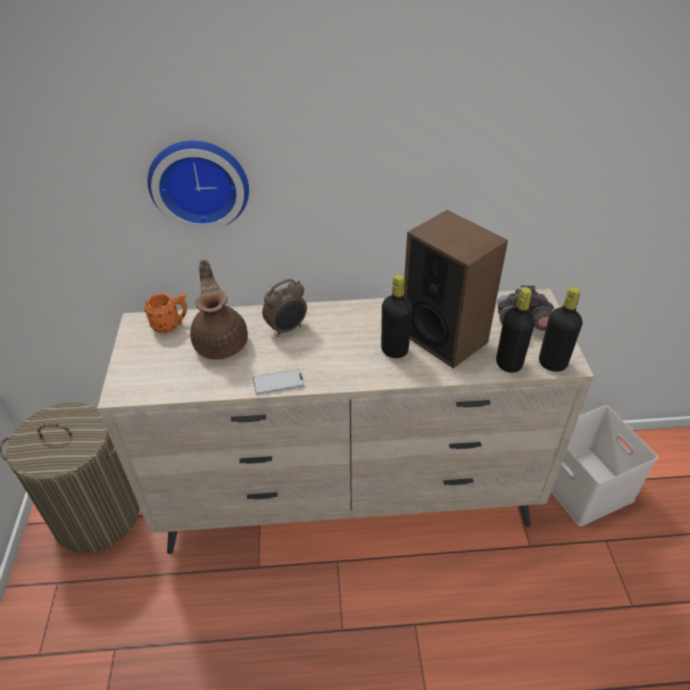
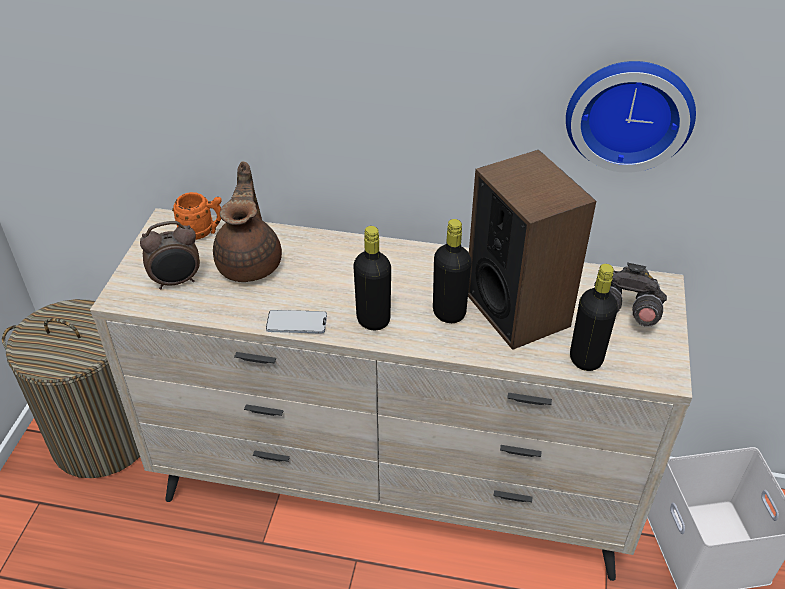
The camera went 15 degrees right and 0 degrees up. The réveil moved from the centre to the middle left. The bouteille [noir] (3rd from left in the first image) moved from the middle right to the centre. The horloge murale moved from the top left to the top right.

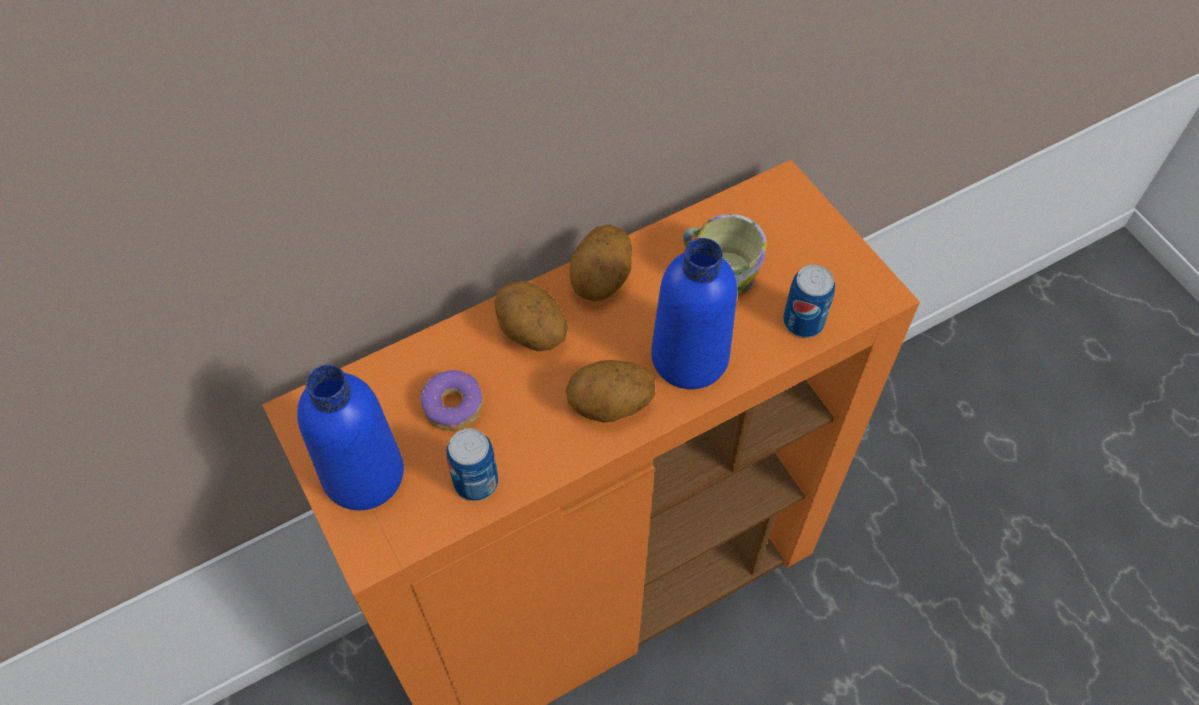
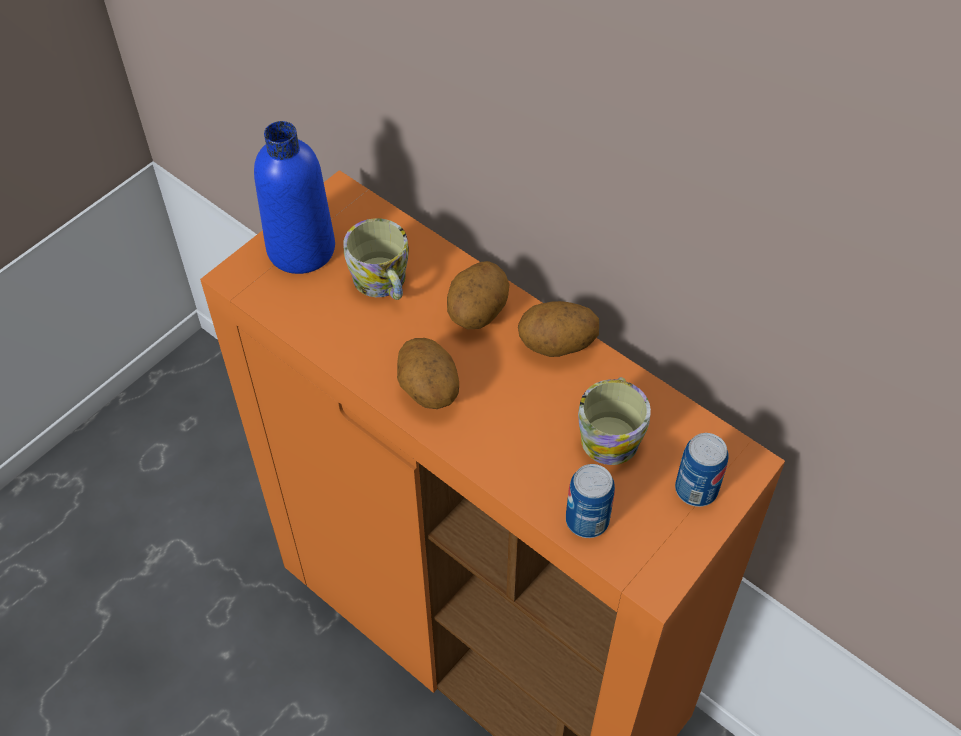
The camera went 70 degrees right and 5 degrees down. The beignet at the centre was replaced by the mug (1st from left) at the centre. The boîte métallique (1st from left in the first image) moved from the centre to the middle right. The bouteille [bleu] (2nd from left) at the centre disappeared.

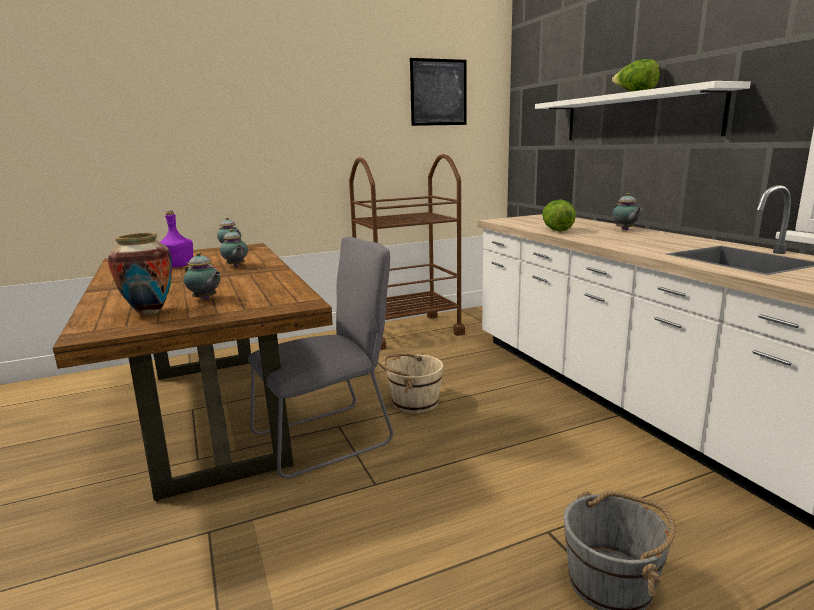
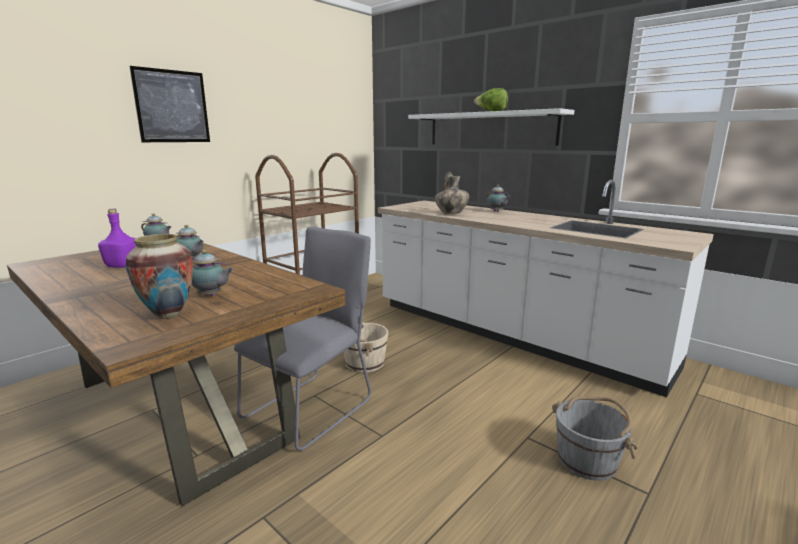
The camera went 25 degrees left and 0 degrees up. The tableau moved from the top centre to the top left. The laitue (1st from left) at the middle right was replaced by the vase (2nd from left) at the centre.

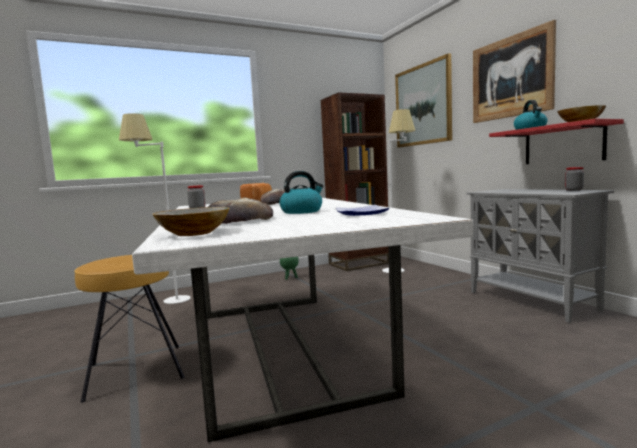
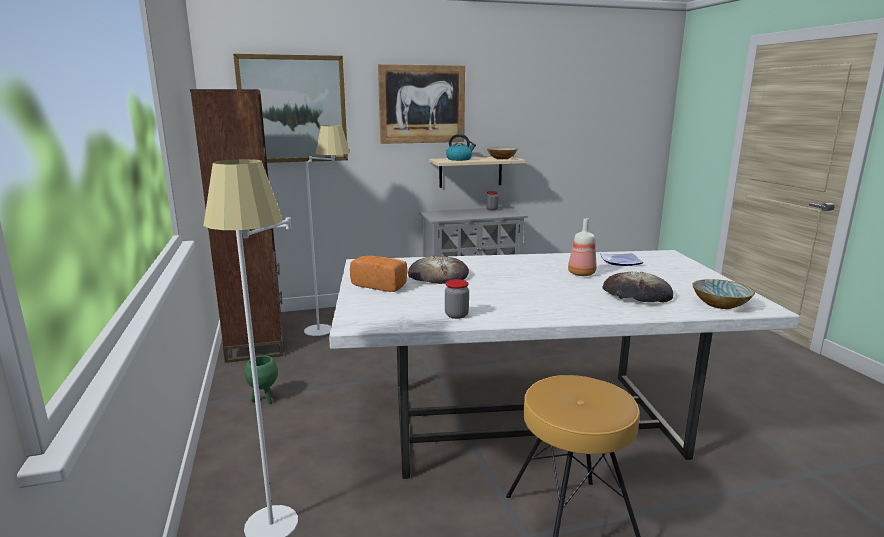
The camera went 80 degrees left and 10 degrees up. The étagère [rouge] at the top right became the étagère [beige] at the top centre. The bouilloire (1st from left) at the centre was replaced by the bouteille at the centre.

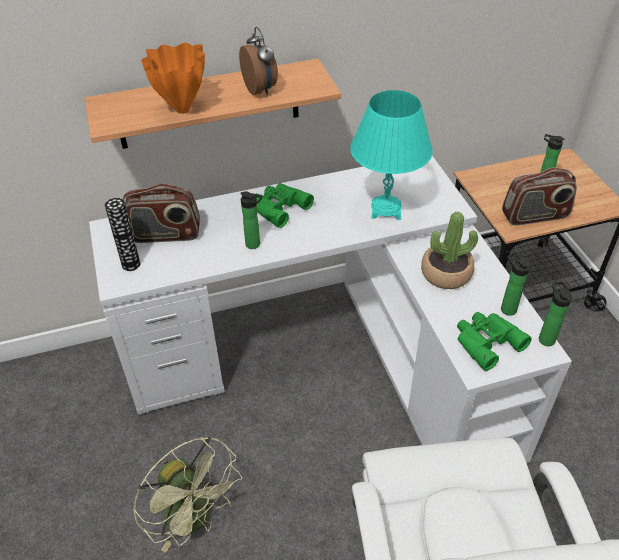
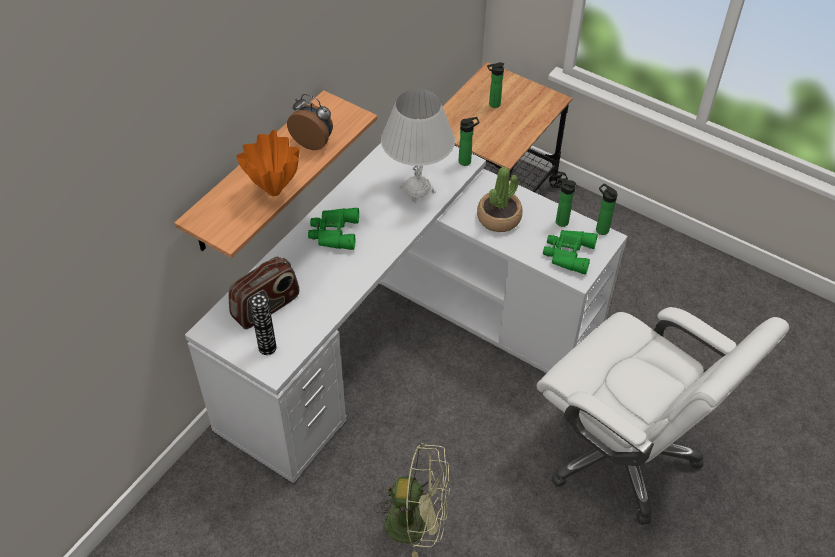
The camera went 40 degrees left and 5 degrees up. The lampe de table [turquoise] at the top centre became the lampe de table [blanc] at the top centre. The bouteille (1st from left) moved from the centre to the top centre. The radio (2nd from left) at the middle right disappeared.

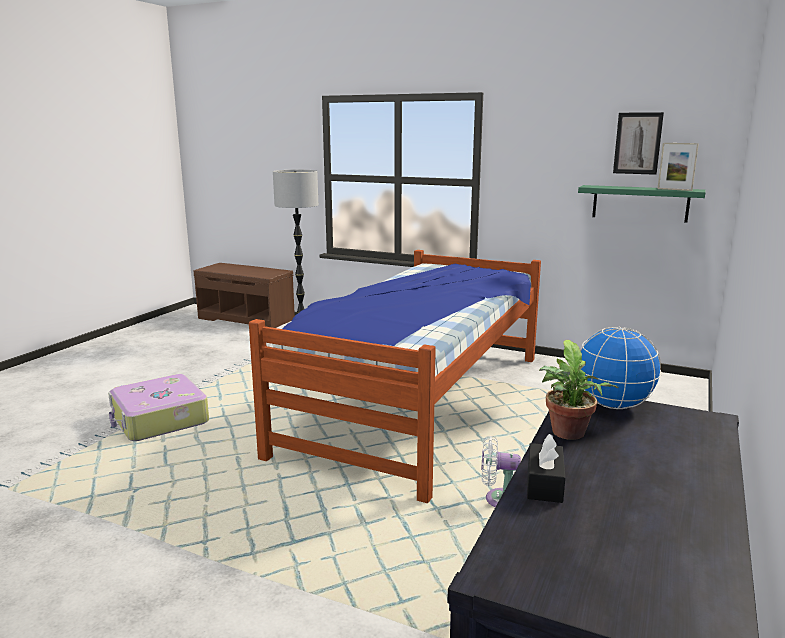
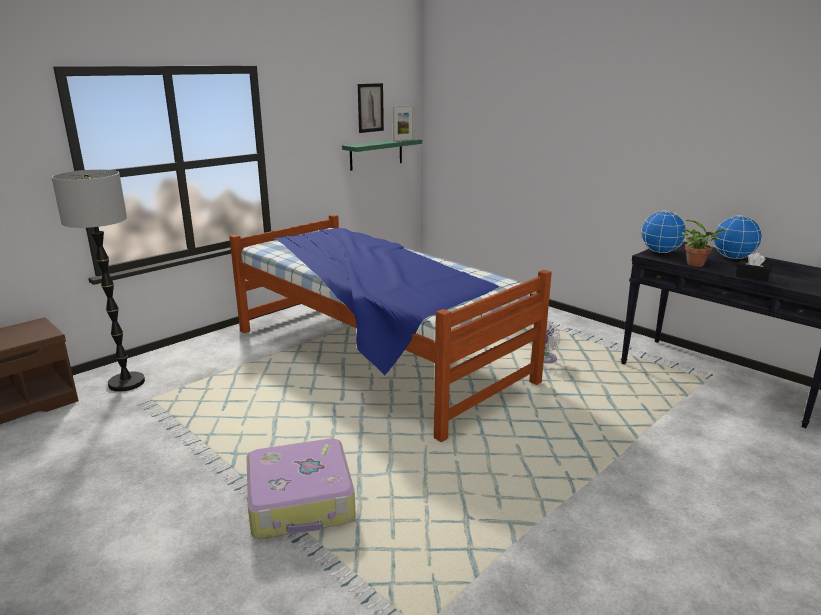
The camera went 70 degrees left and 5 degrees up. The globe (2nd from left) at the middle right appeared.

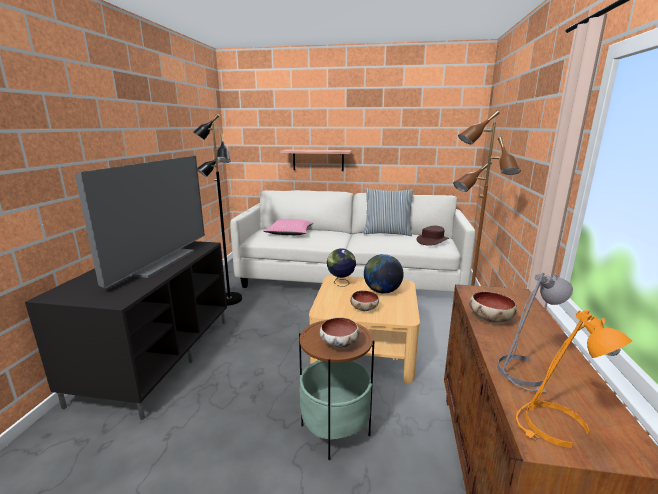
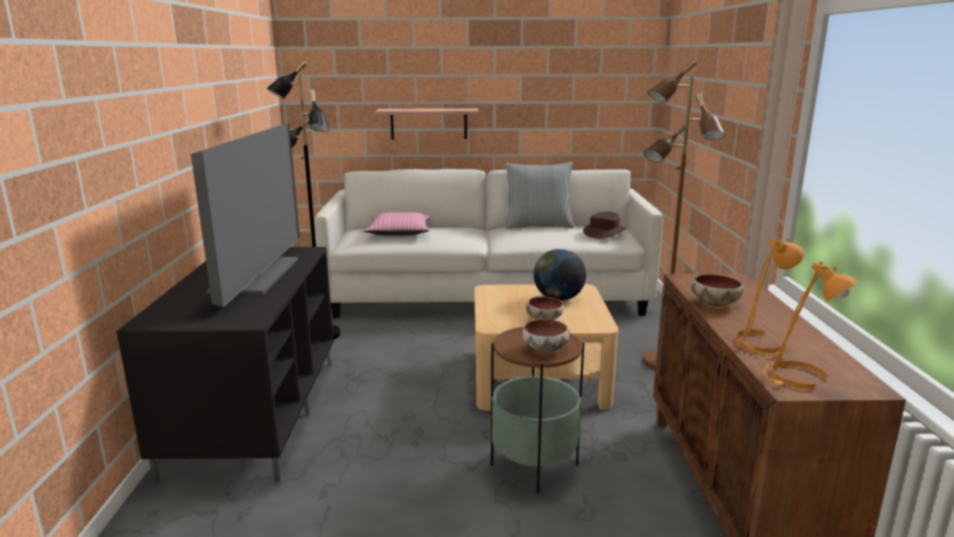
The camera went 10 degrees left and 0 degrees up. The lampe de table [gris] at the bottom right became the lampe de table [orange] (1st from left) at the middle right. The globe (1st from left) at the centre disappeared.

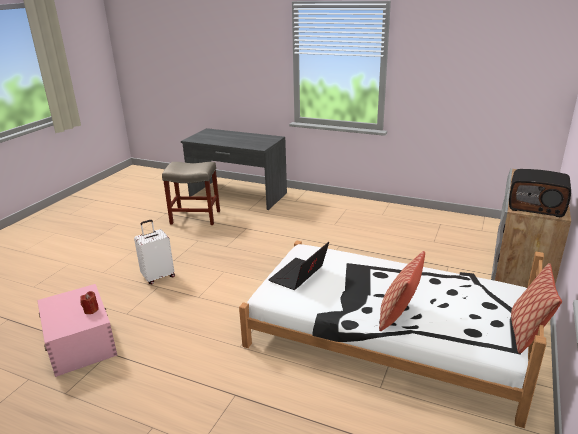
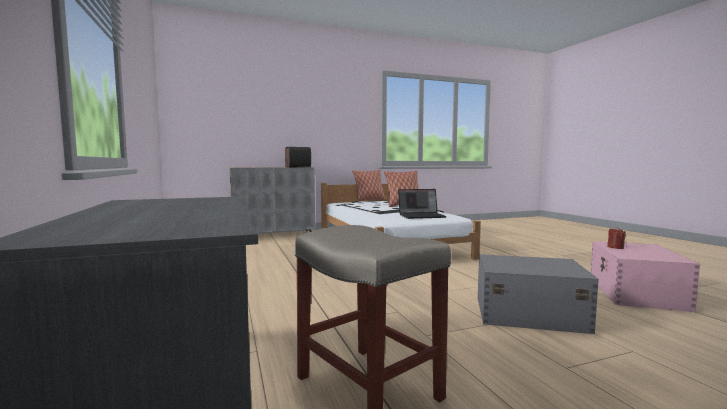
The camera went 135 degrees left and 20 degrees down. The valise [blanc] at the middle left was replaced by the boîte de rangement [gris] at the bottom right.

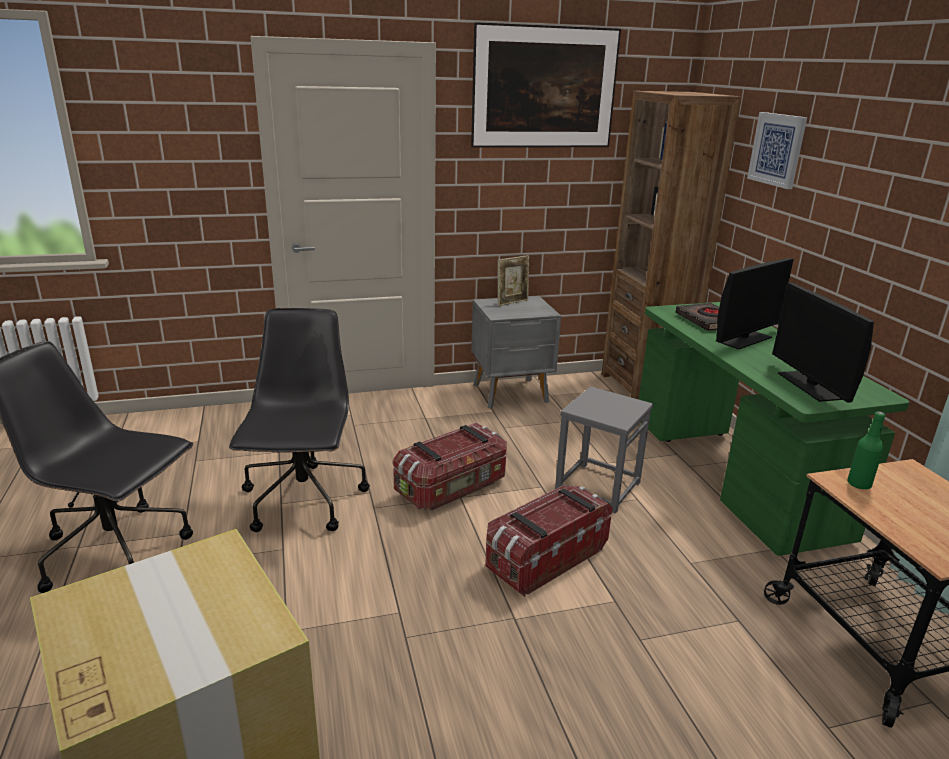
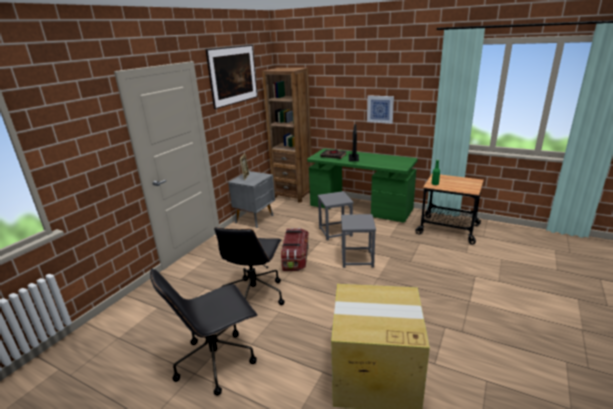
The camera went 45 degrees left and 0 degrees up. The chaise de bureau [noir] (2nd from left) at the middle left turned 120 degrees counterclockwise. The boîte de rangement (2nd from left) at the bottom centre was replaced by the tabouret [gris] (2nd from left) at the centre. The tableau (2nd from left) moved from the top right to the top centre. The écran d'ordinateur (2nd from left) at the middle right disappeared.

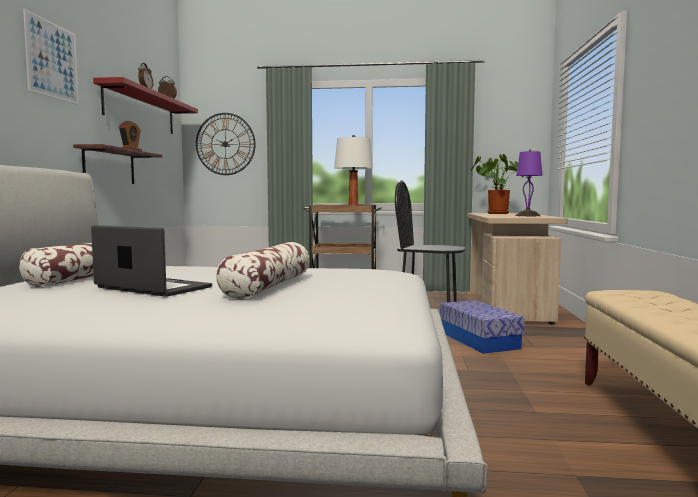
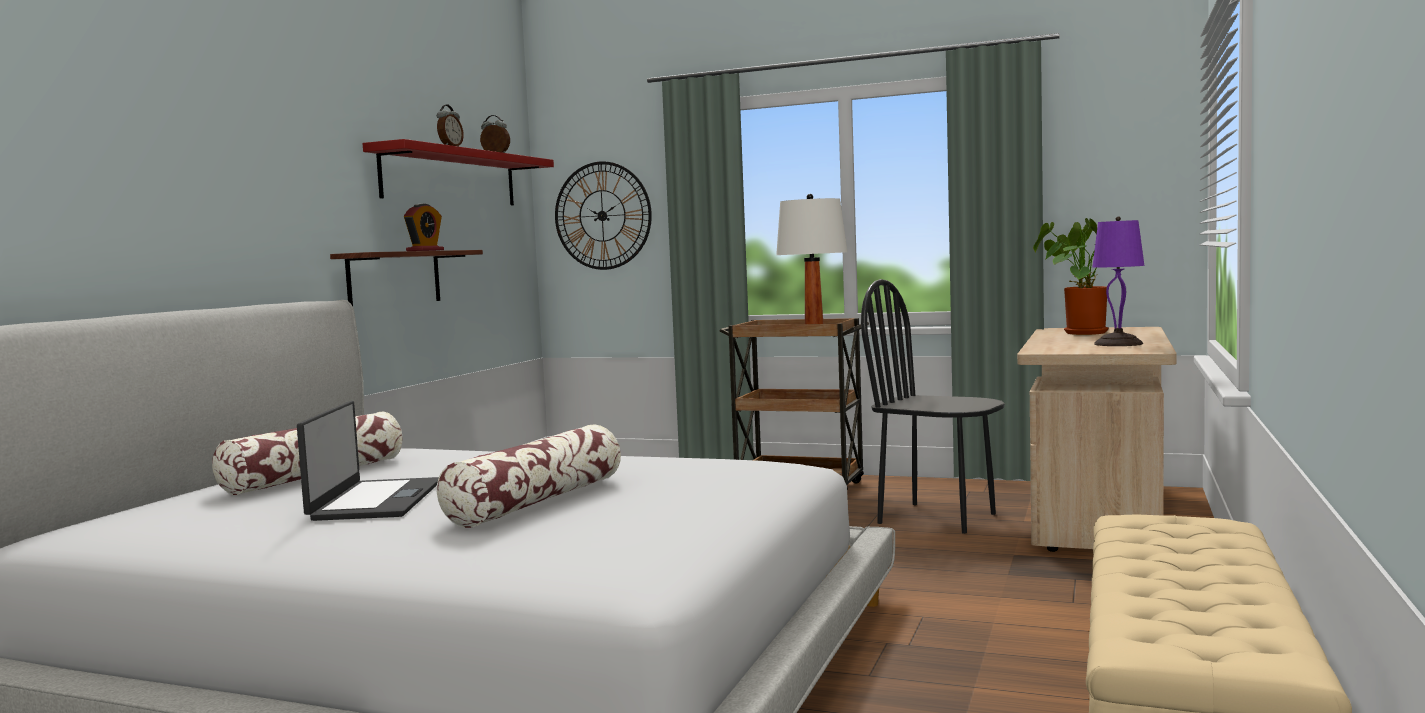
The camera went 15 degrees right and 0 degrees up. The ordinateur portable at the middle left turned 45 degrees clockwise. The tableau at the top left disappeared. The boîte de rangement at the middle right disappeared.

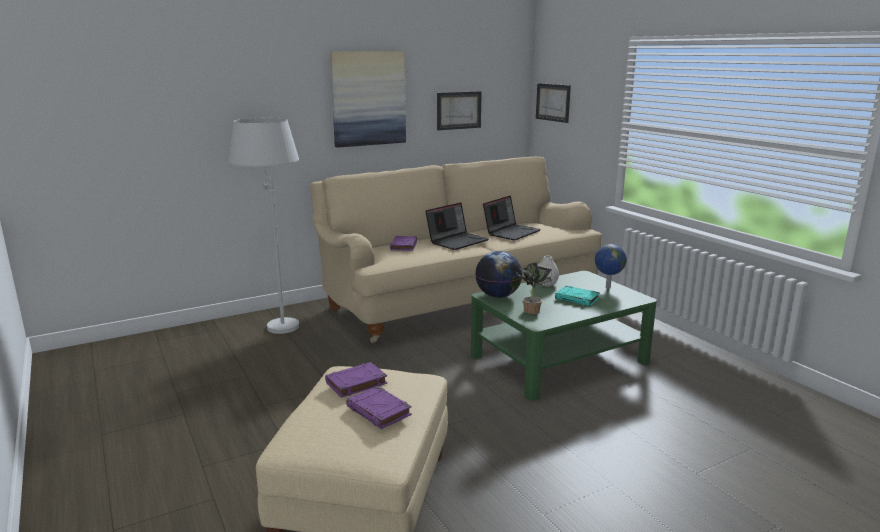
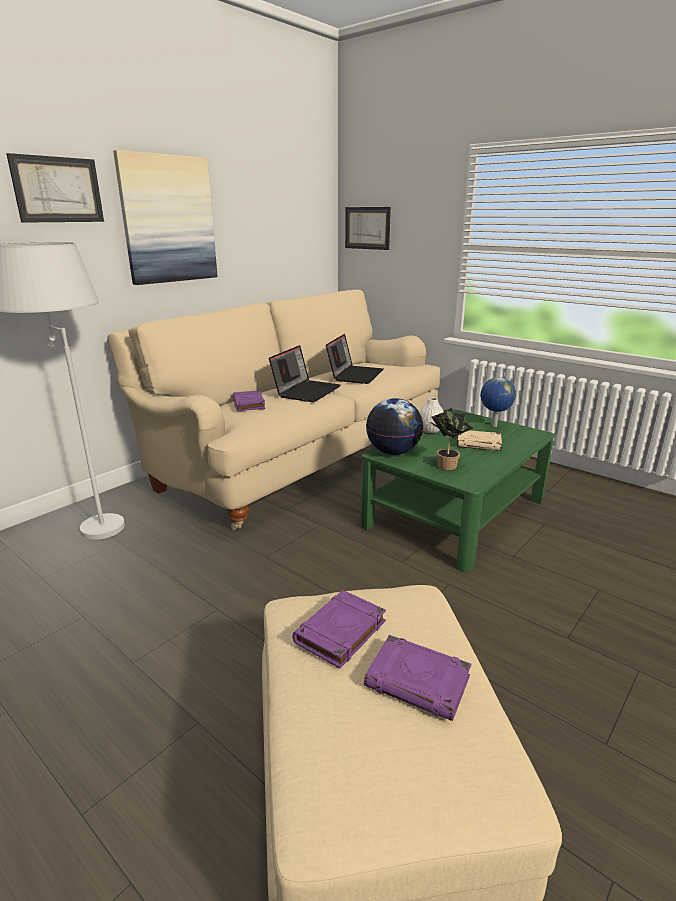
The camera went 20 degrees left and 5 degrees up. The tableau (2nd from left in the first image) moved from the top centre to the top left. The livre [turquoise] at the centre became the livre [beige] at the middle right.

